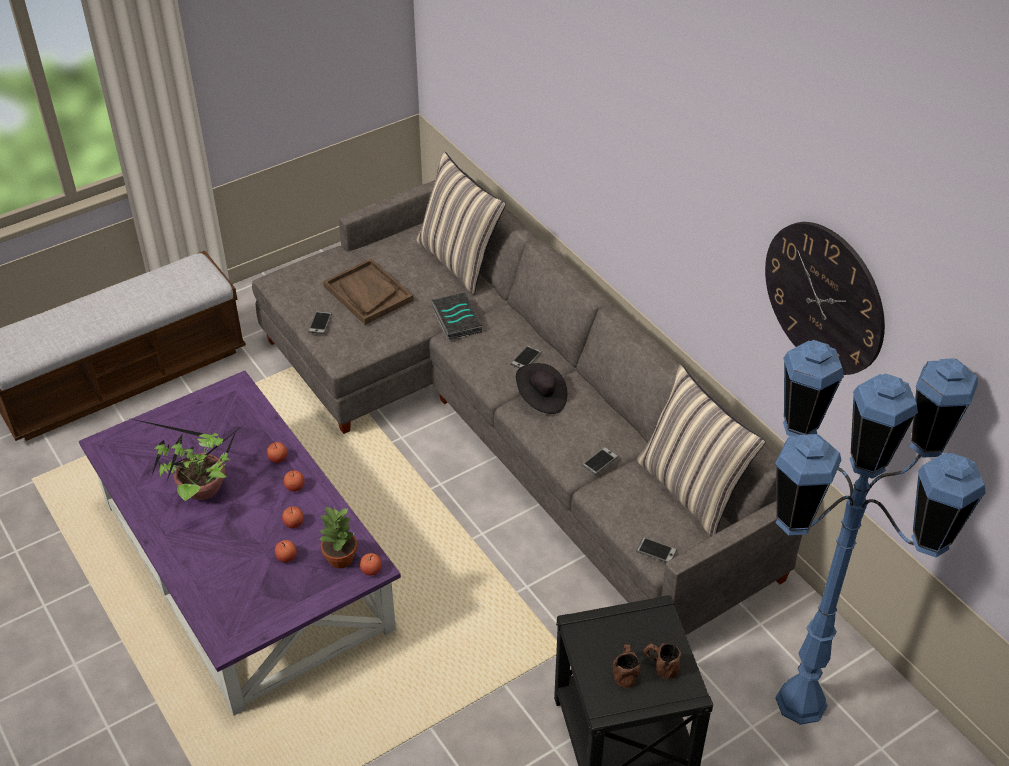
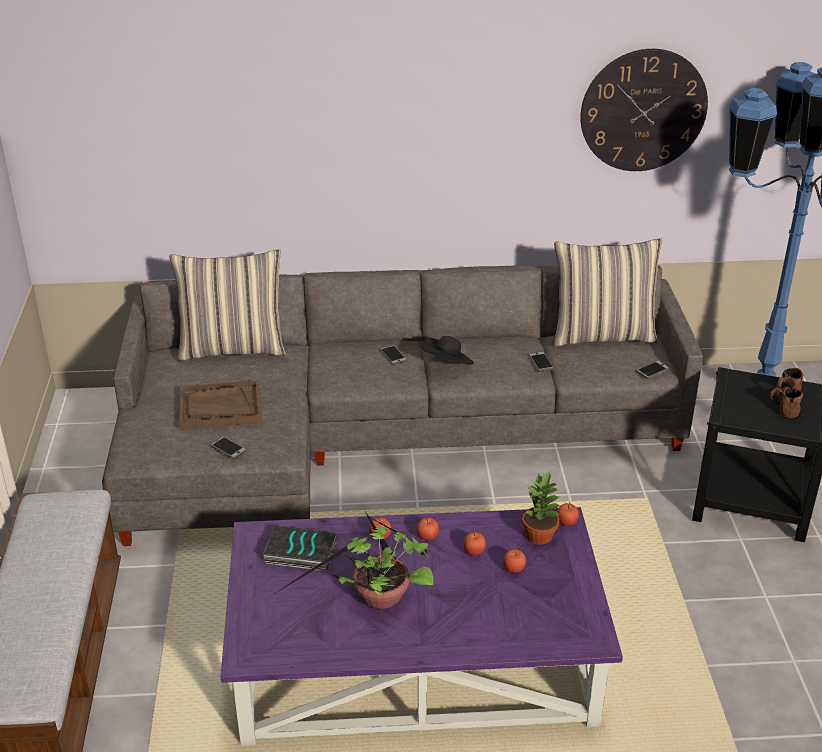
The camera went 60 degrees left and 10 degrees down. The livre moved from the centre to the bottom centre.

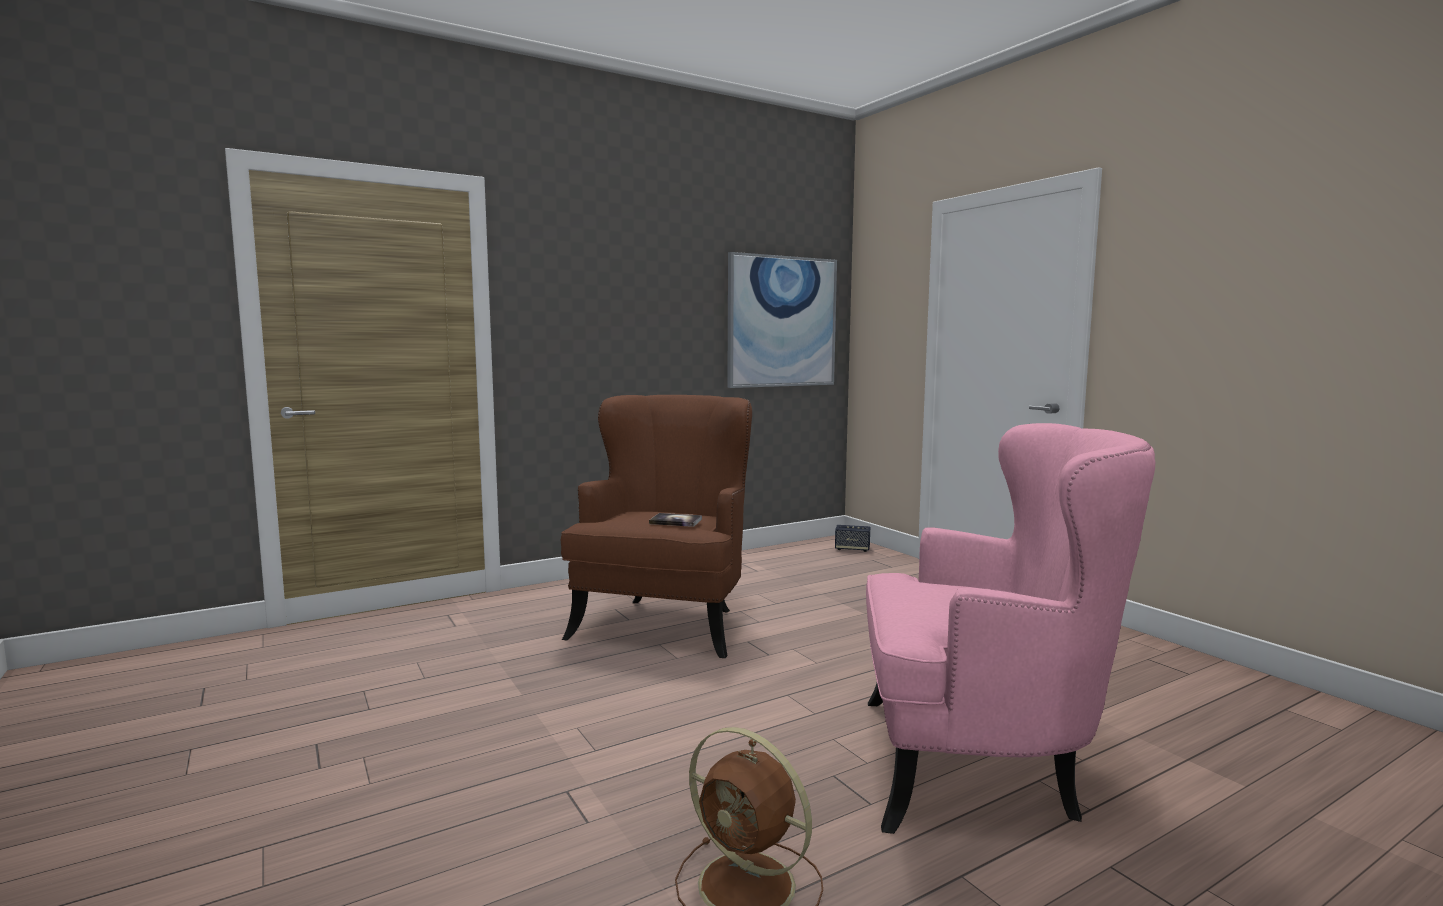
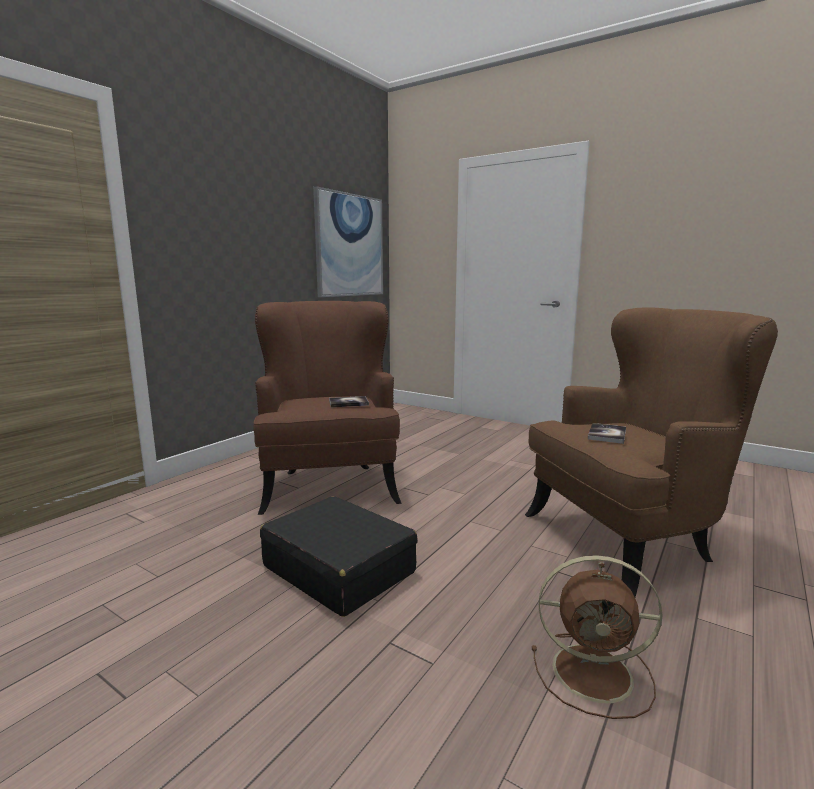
The camera went 25 degrees left and 5 degrees up. The valise [noir] at the bottom centre appeared. The fauteuil [rose] at the bottom right became the fauteuil [marron] (2nd from left) at the middle right. The livre (2nd from left) at the middle right appeared. The enceinte at the centre disappeared.

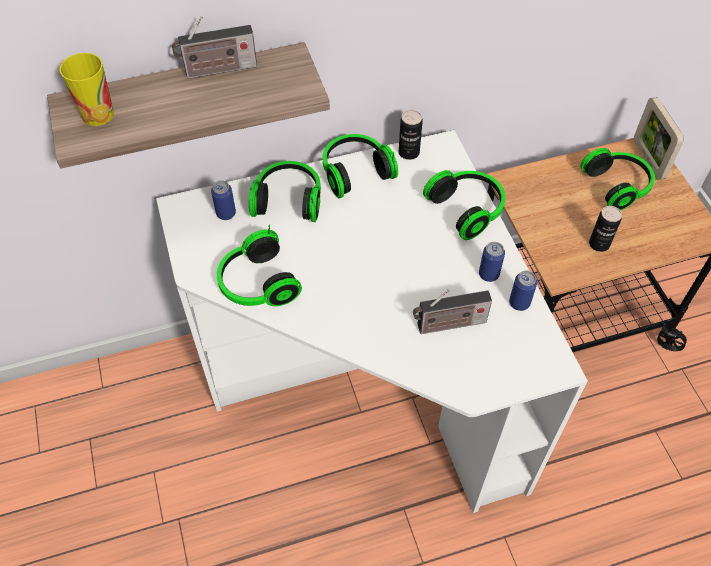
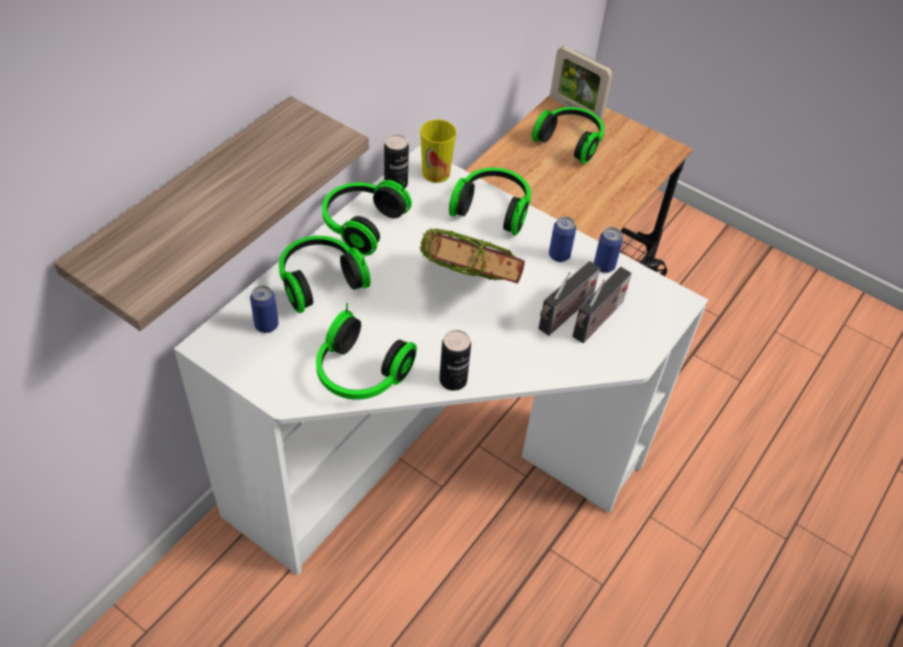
The camera went 40 degrees left and 5 degrees down. The tasse moved from the top left to the top centre. The livre at the centre appeared. The boîte métallique (5th from left in the first image) moved from the middle right to the centre. The radio (1st from left in the first image) moved from the top left to the middle right.

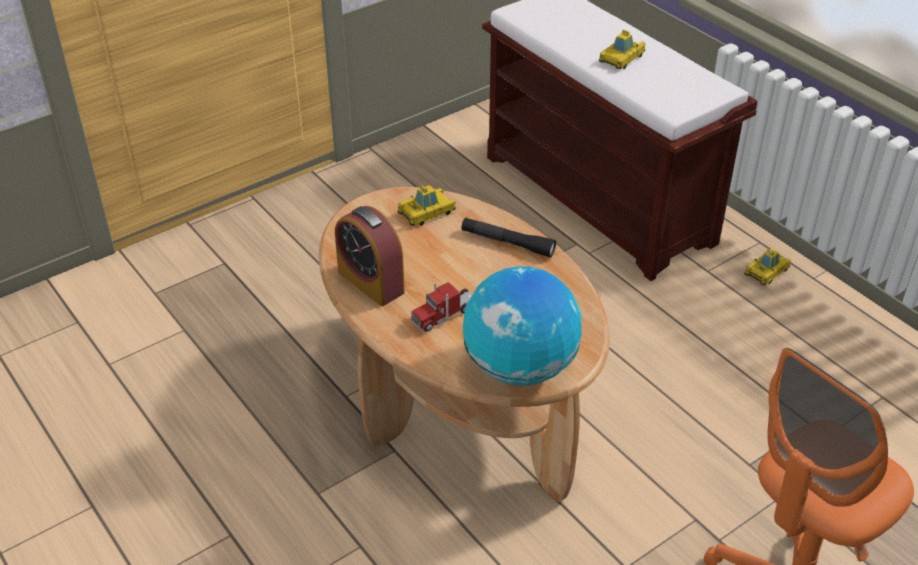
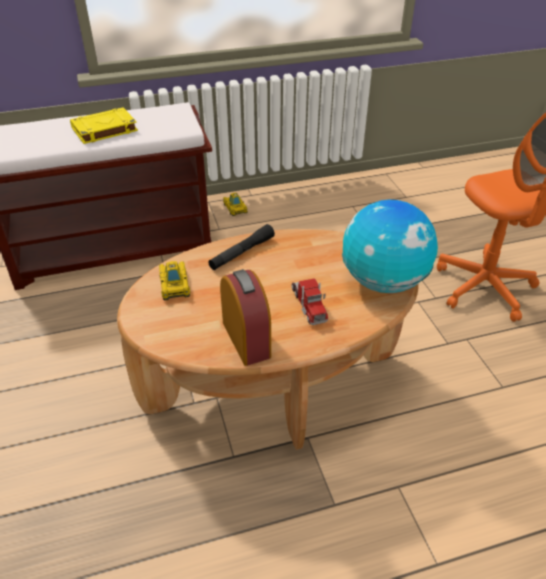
The camera went 70 degrees left and 0 degrees up. The petite voiture (2nd from left) at the top right was replaced by the livre [jaune] at the top left. The réveil at the centre turned 90 degrees counterclockwise.

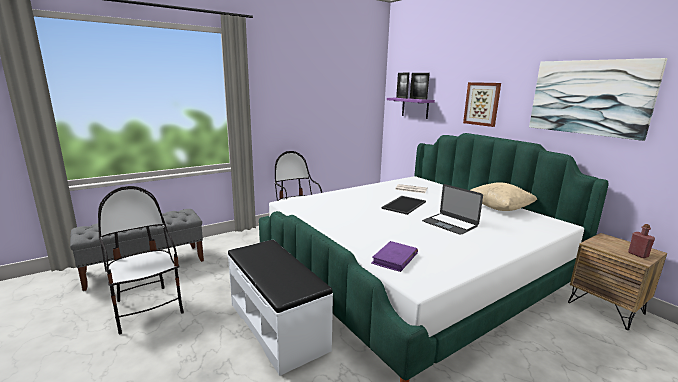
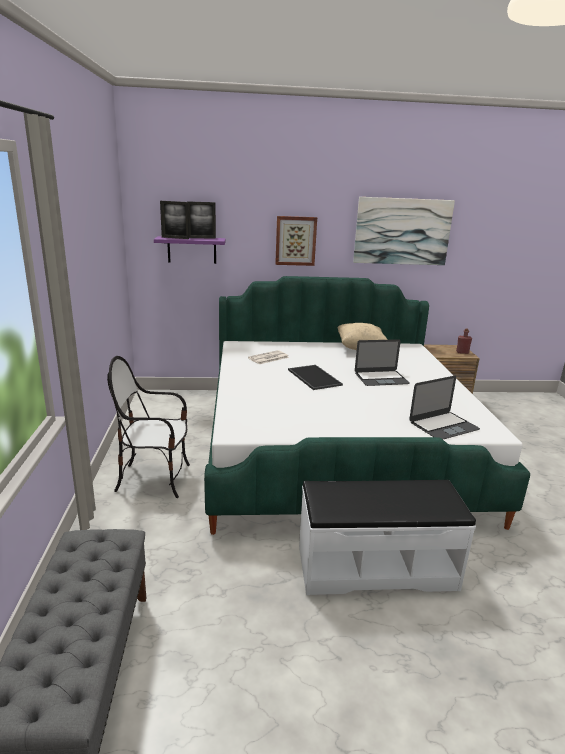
The camera went 60 degrees left and 5 degrees up. The livre [violet] at the bottom centre was replaced by the ordinateur portable (2nd from left) at the middle right. The chaise (1st from left) at the bottom left disappeared.

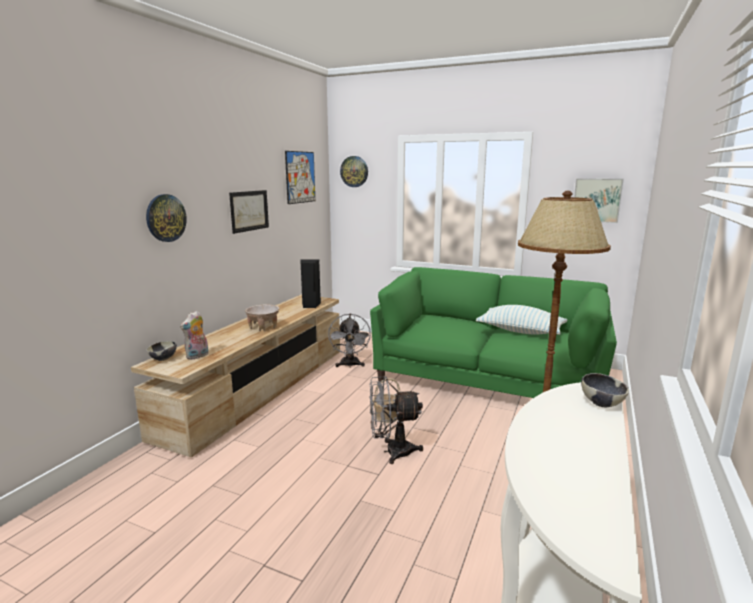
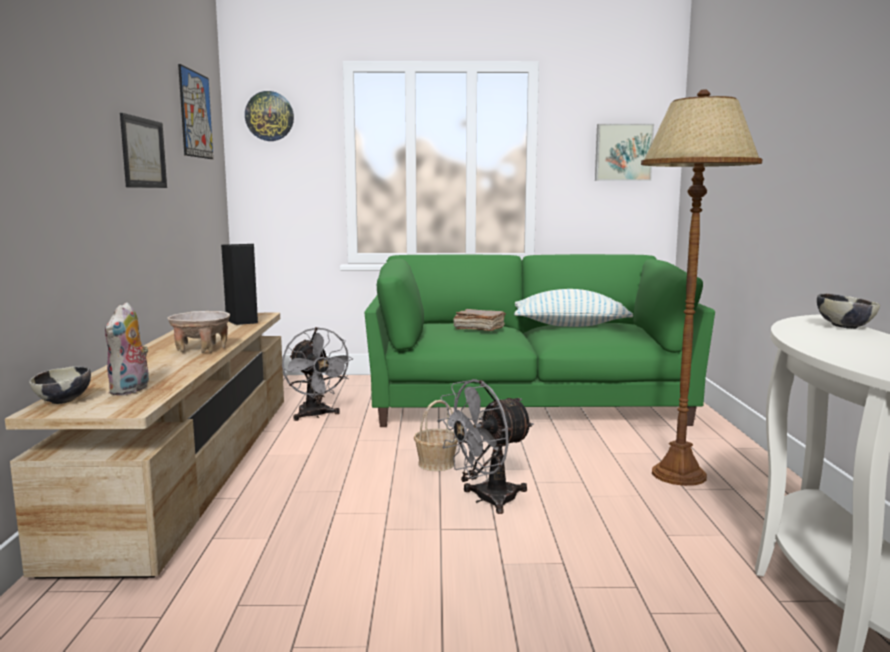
The camera went 25 degrees left and 5 degrees down. The livre [marron] at the centre appeared. The horloge murale (1st from left) at the middle left disappeared.

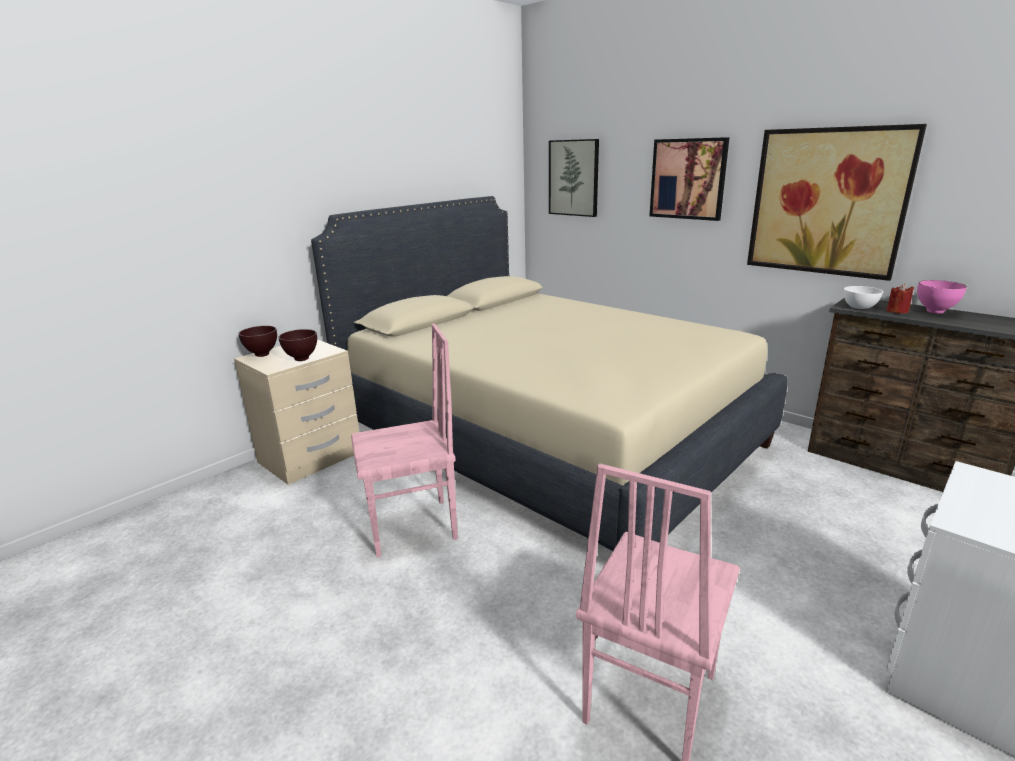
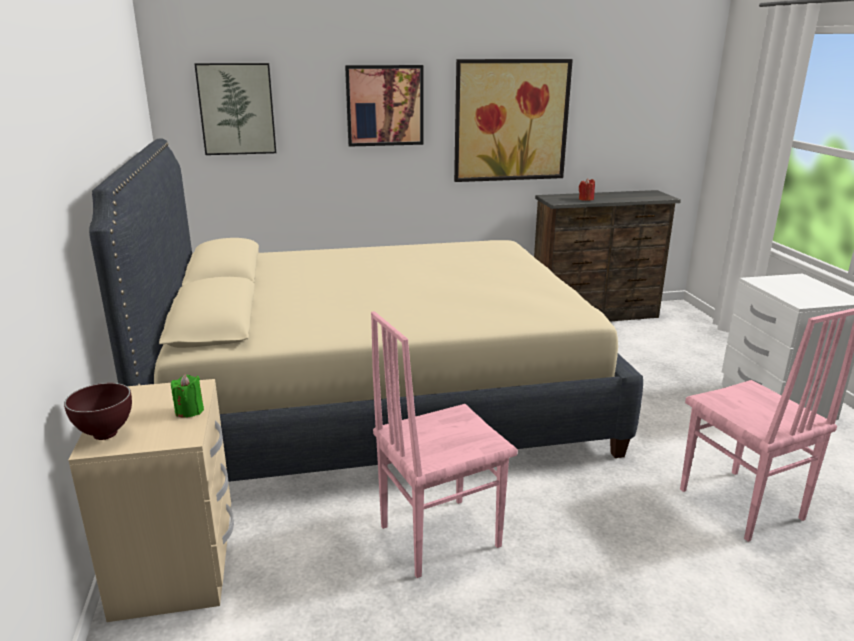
The camera went 55 degrees left and 0 degrees up. The bol [marron] (2nd from left) at the middle left was replaced by the bougie [vert] at the middle left. The chaise [rose] (1st from left) at the centre turned 135 degrees counterclockwise. The bol [blanc] at the middle right disappeared. The bol [rose] at the middle right disappeared.

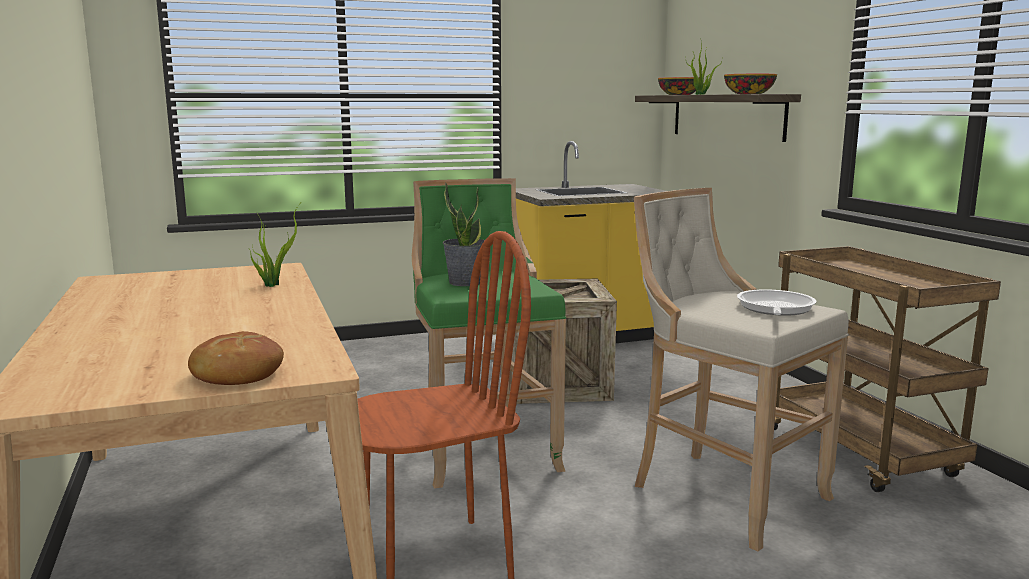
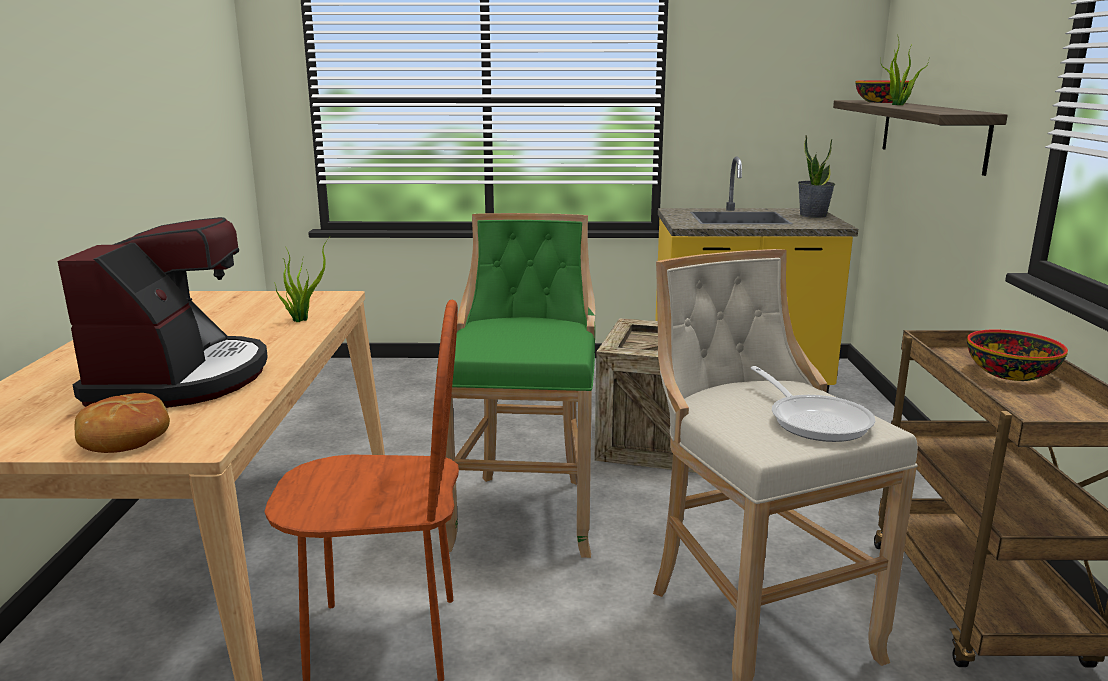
The camera went 20 degrees right and 5 degrees up. The machine à café at the middle left appeared. The poêle at the middle right turned 120 degrees clockwise. The plante en pot (2nd from left) moved from the centre to the top right. The bol (2nd from left) moved from the top right to the middle right.

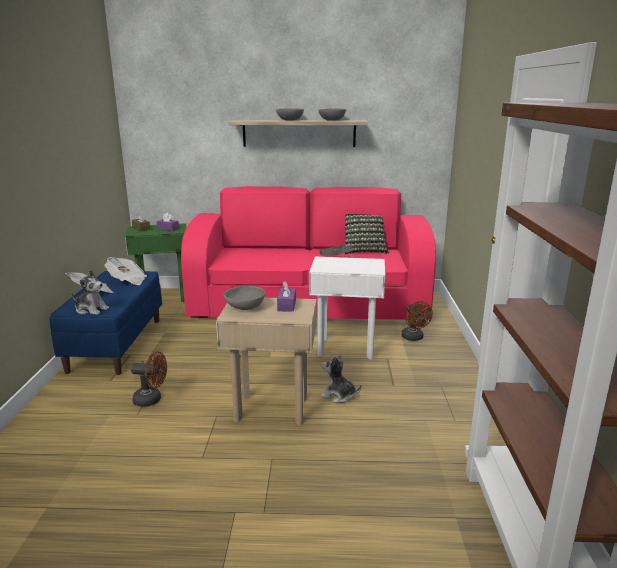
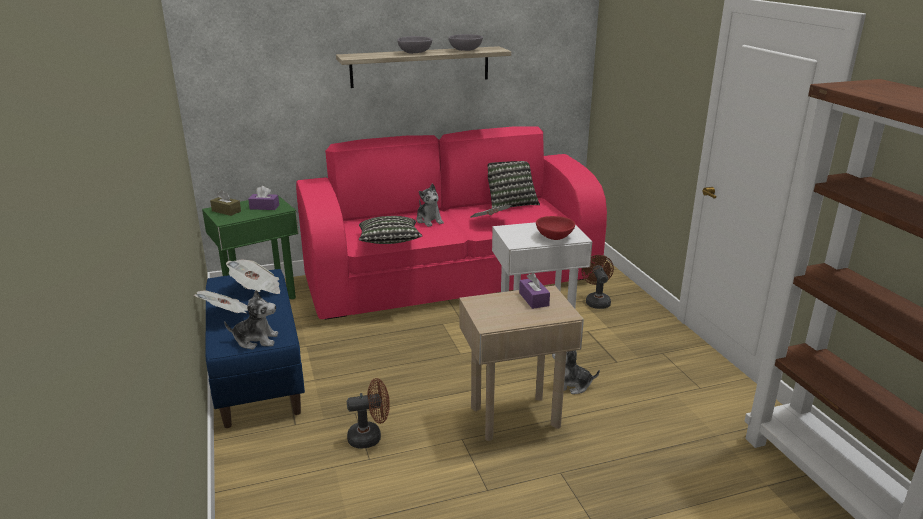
The camera went 20 degrees left and 5 degrees up. The coussin (1st from left) at the centre appeared. The peluche (2nd from left) at the centre appeared. The bol [rouge] at the centre appeared. The ventilateur [marron] (2nd from left) at the middle right turned 150 degrees counterclockwise. The bol [gris] (1st from left) at the centre disappeared.

